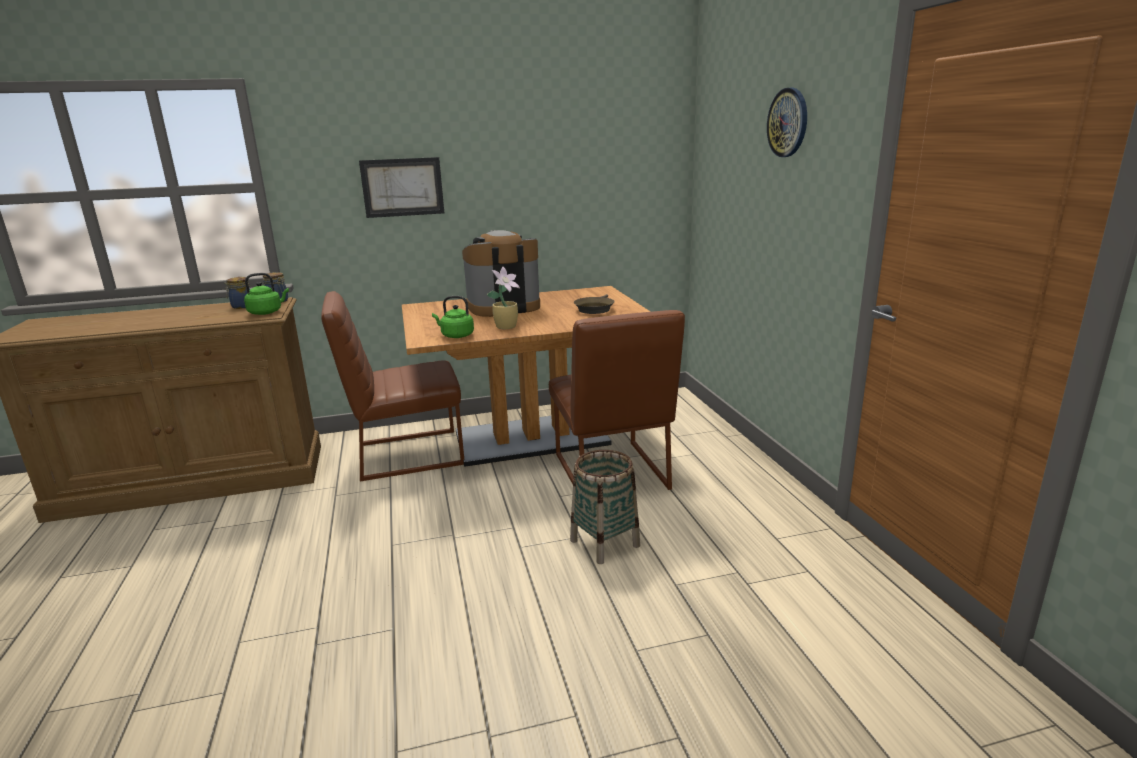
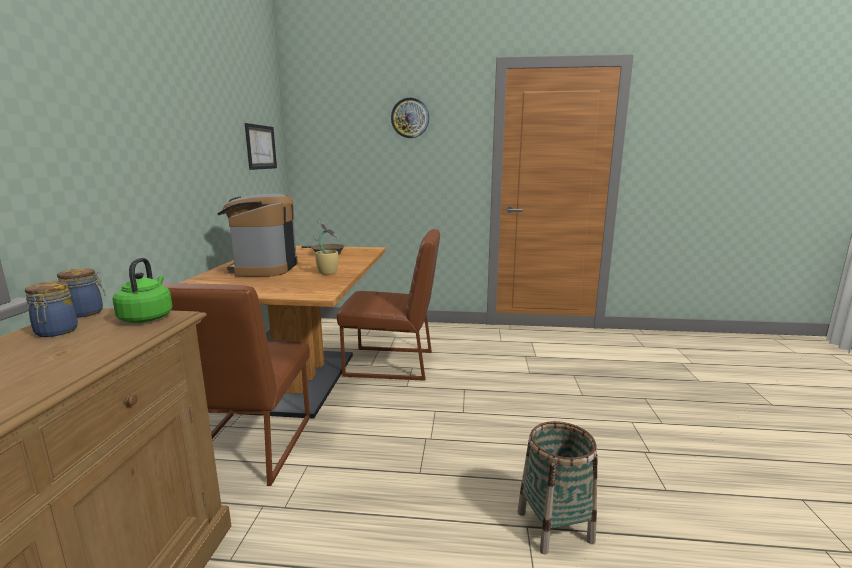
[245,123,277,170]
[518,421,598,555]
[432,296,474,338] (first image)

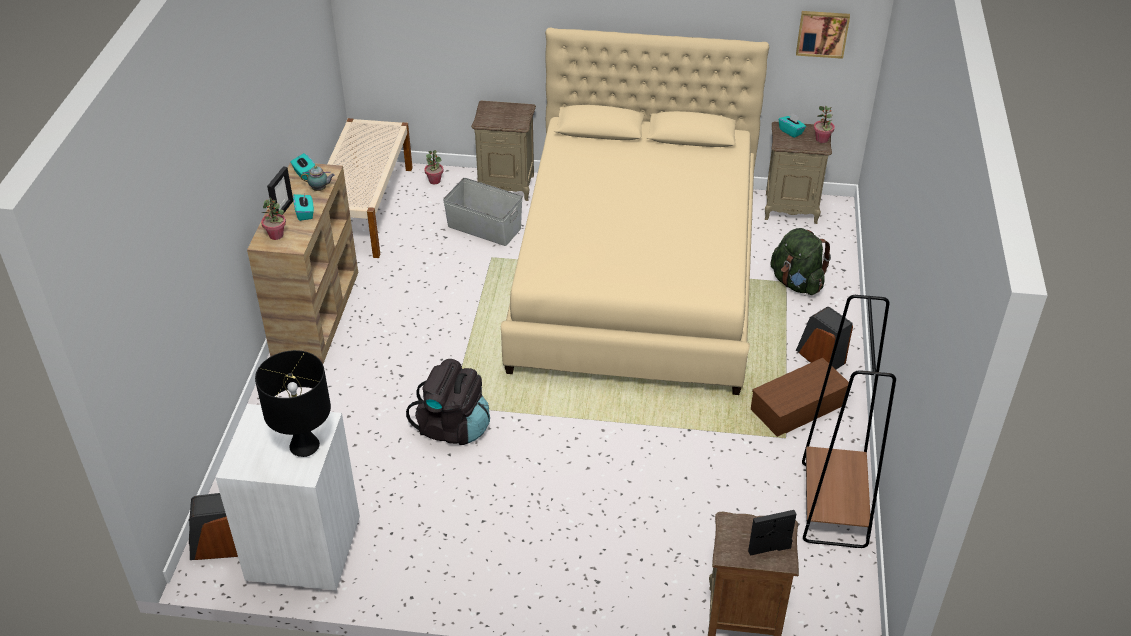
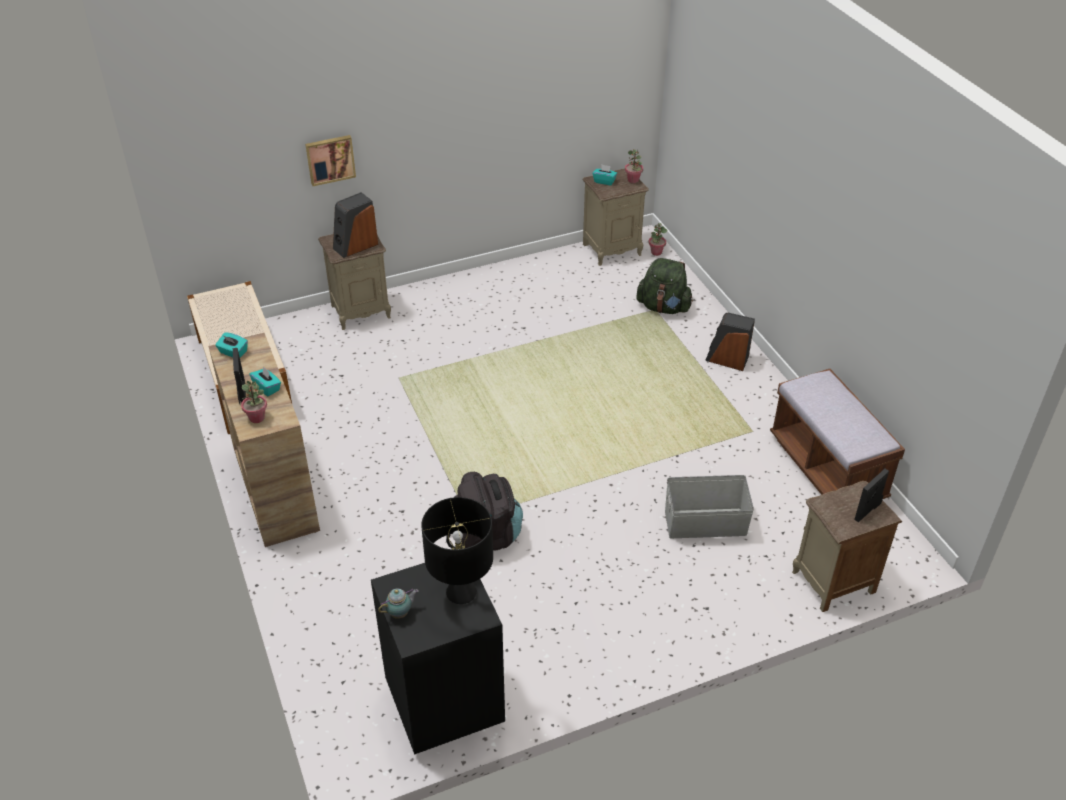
[305,135,356,186]
[333,192,378,258]
[371,563,505,755]
[378,588,418,619]
[648,223,667,256]
[665,475,754,538]
[770,369,905,499]
[501,28,769,395] (first image)
[751,358,849,437] (first image)

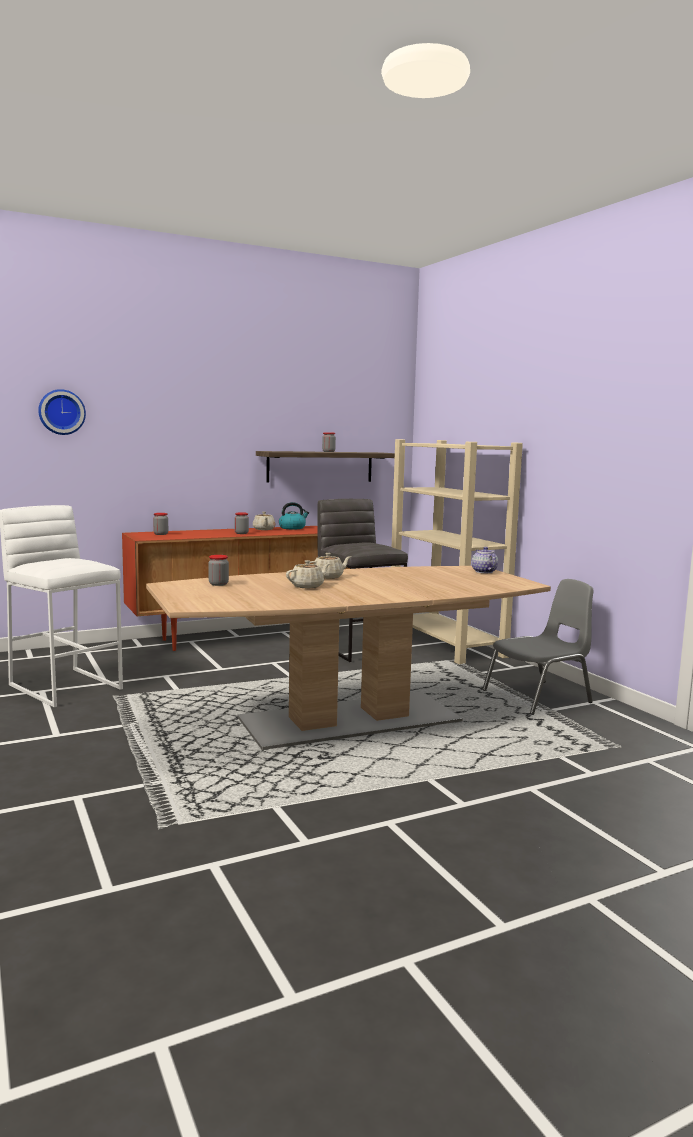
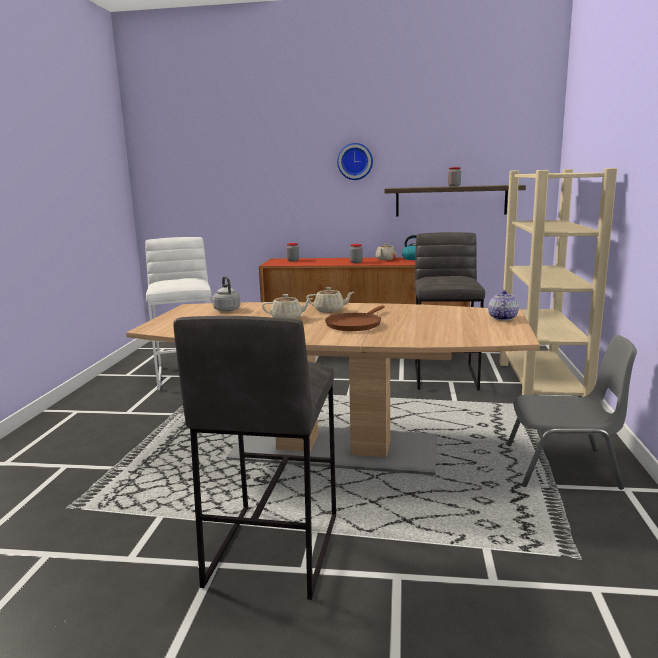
[173,316,336,600]
[212,276,240,312]
[325,305,385,331]
[337,143,373,180]

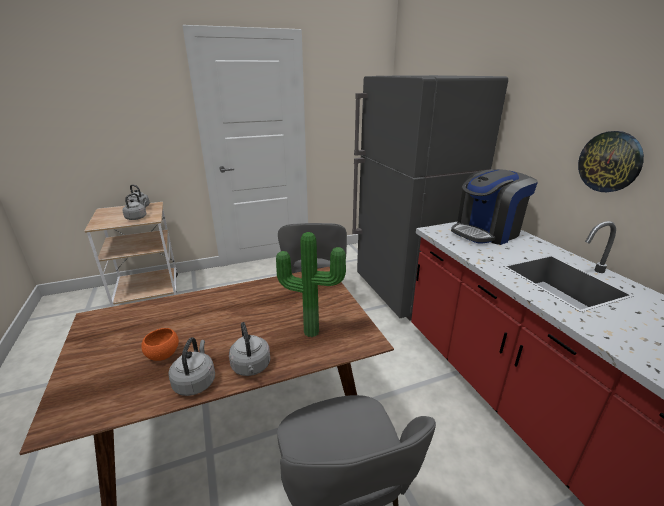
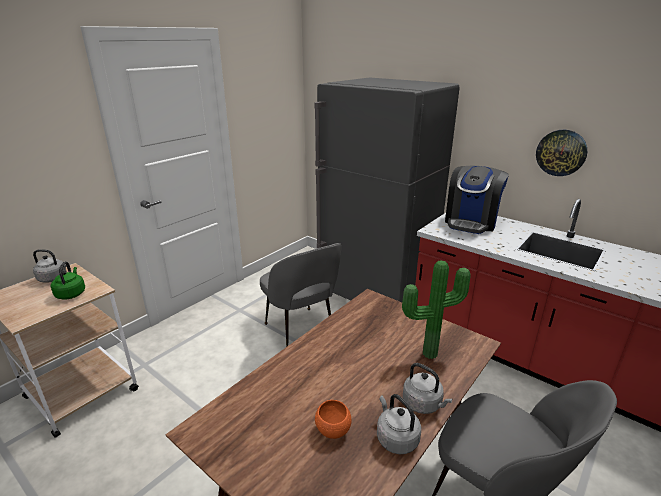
[51,261,85,300]

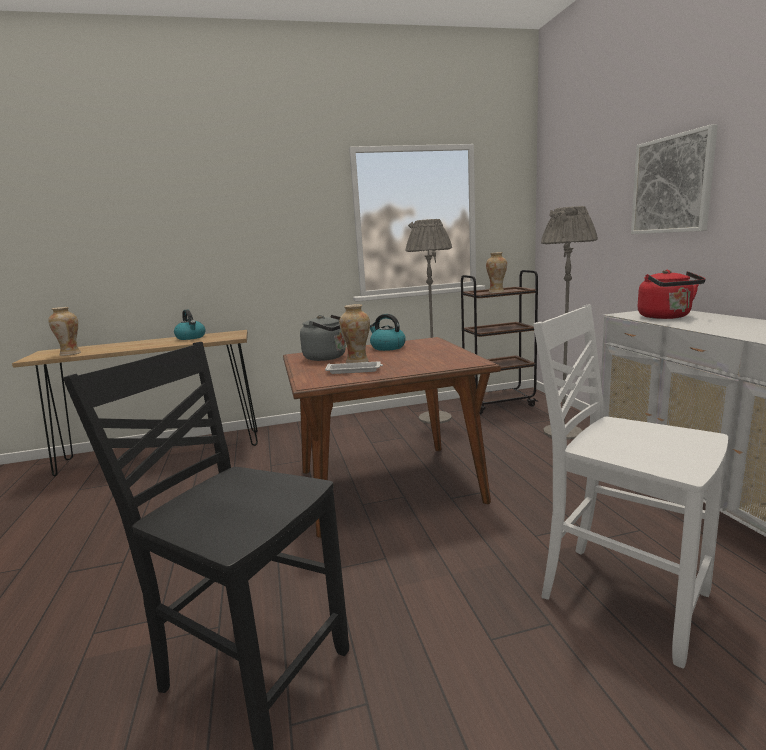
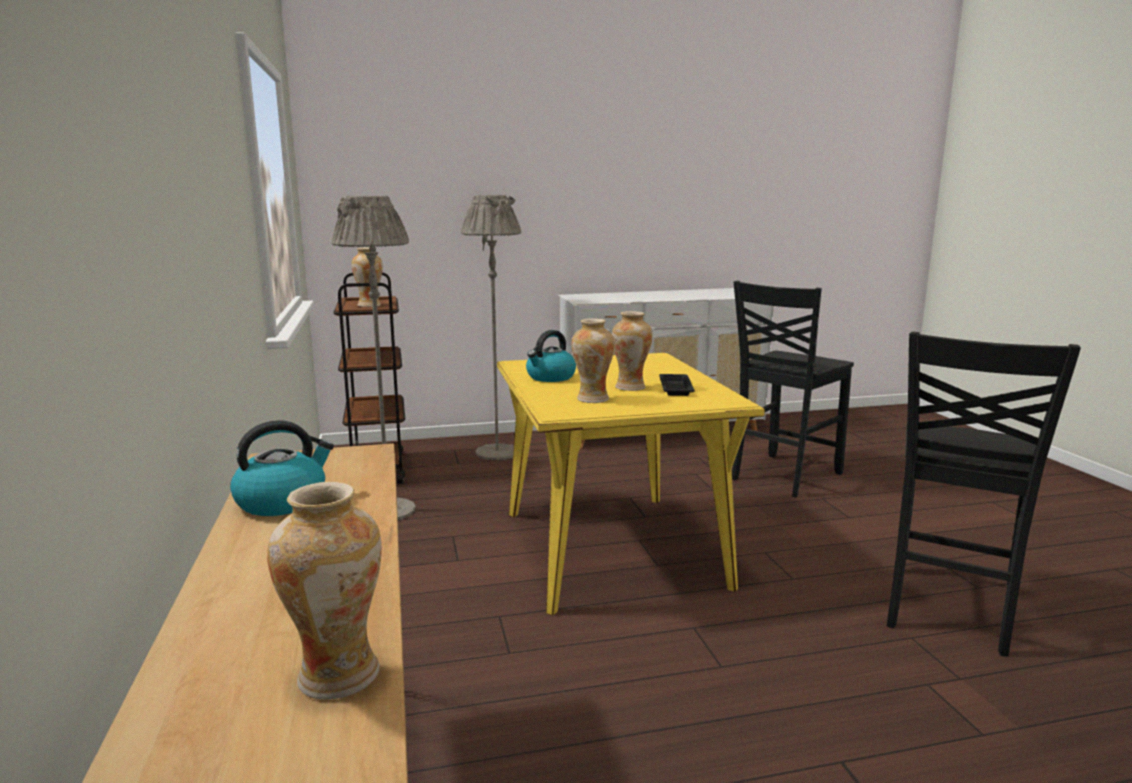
[497,353,765,615]
[572,318,615,403]
[659,374,695,396]
[732,281,854,497]
[631,124,718,234] (first image)
[637,270,706,319] (first image)

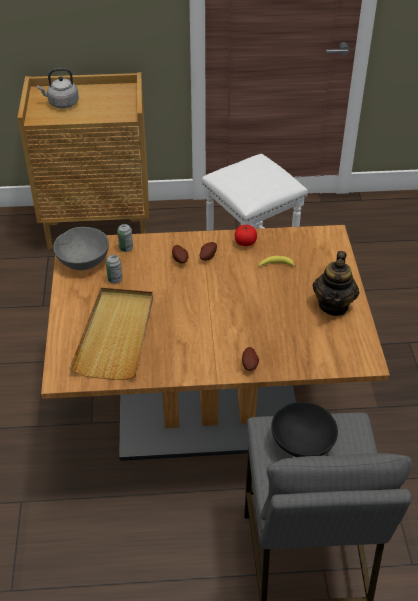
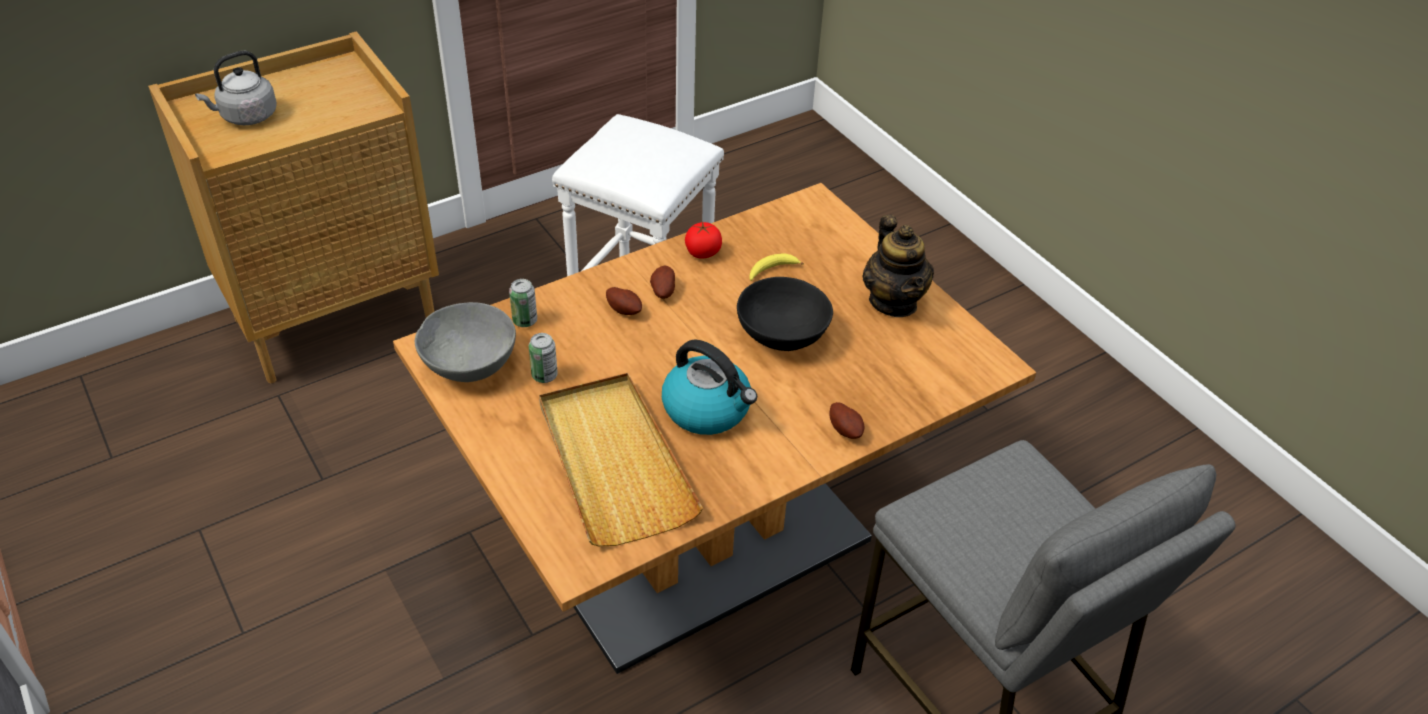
[662,340,757,435]
[737,277,833,351]

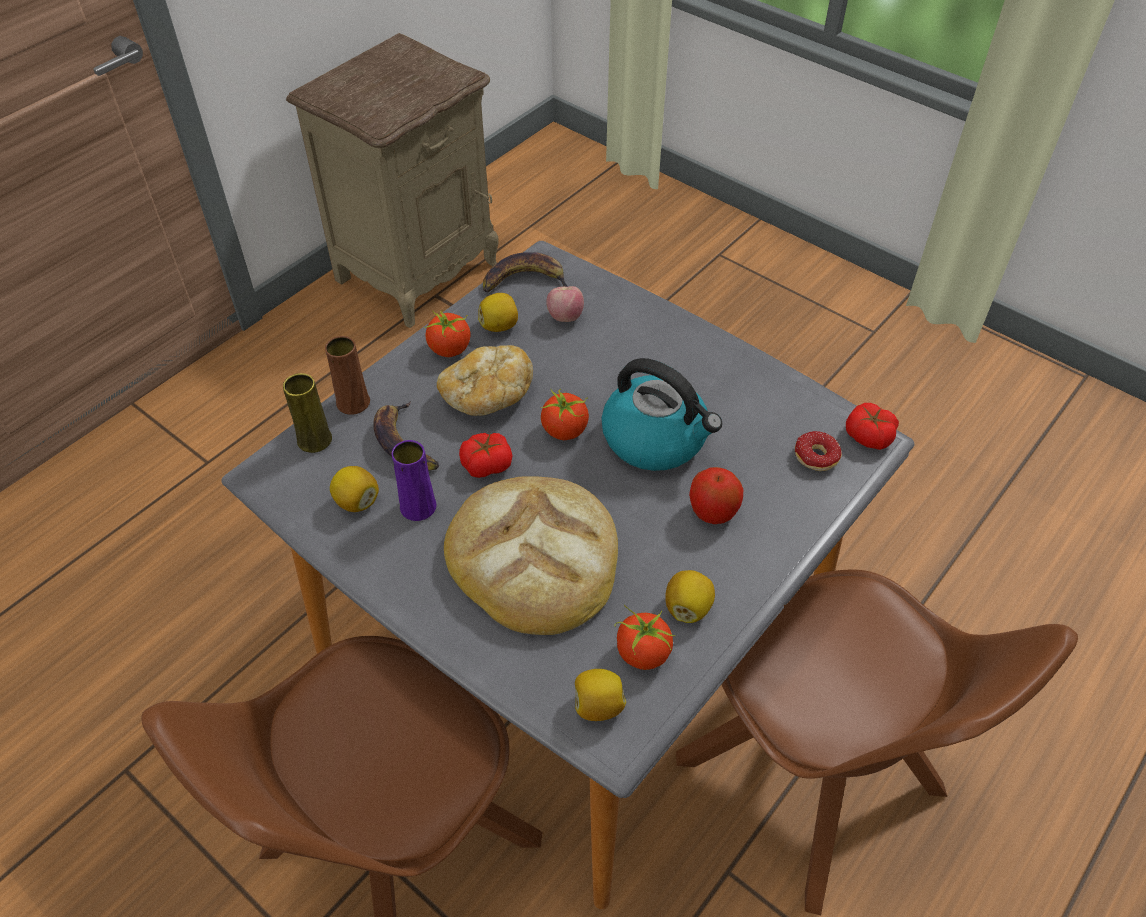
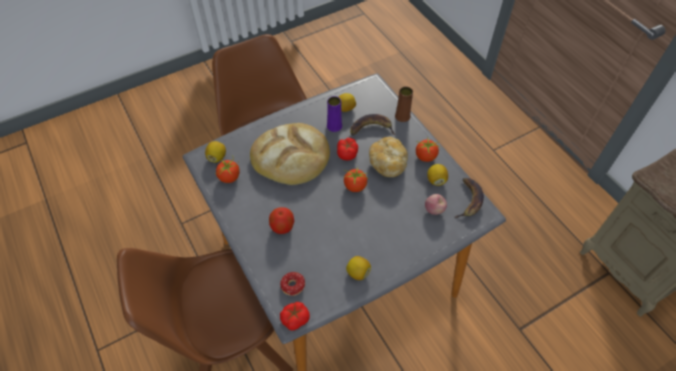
[346,256,371,280]
[283,373,332,453] (first image)
[602,358,722,471] (first image)

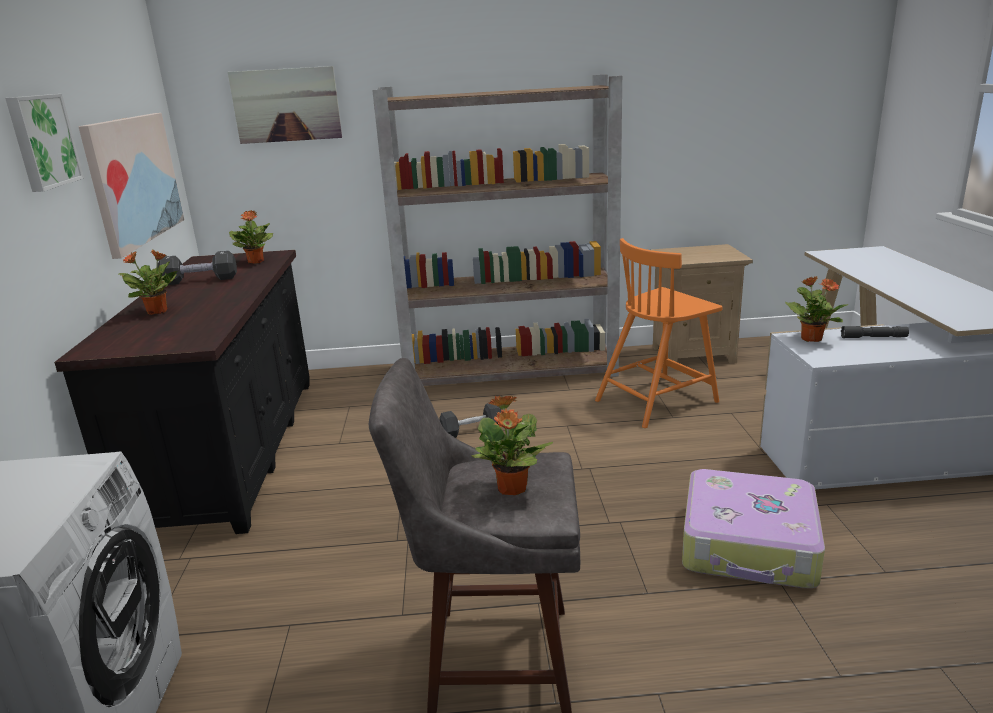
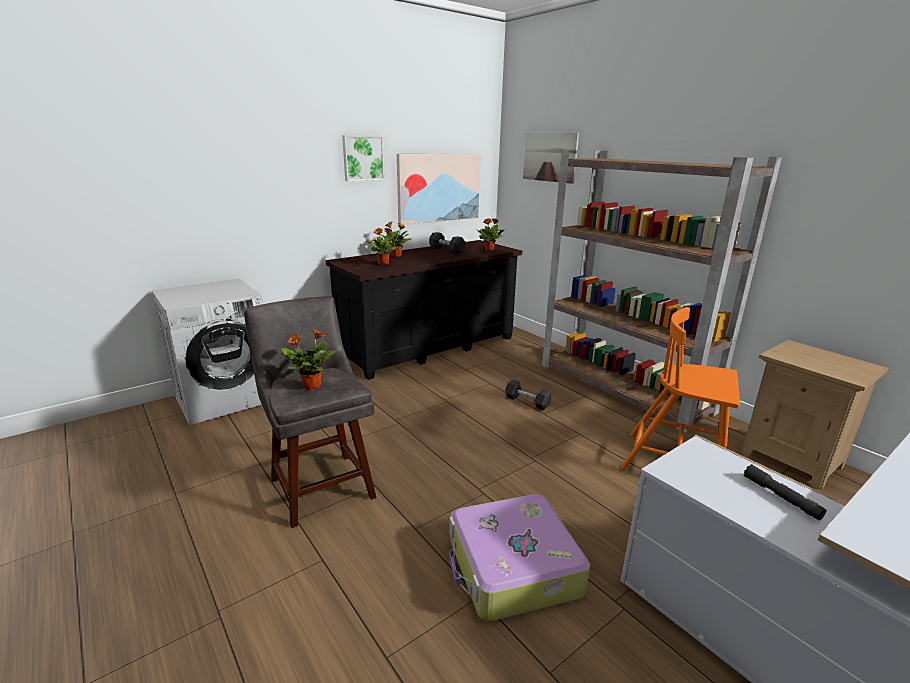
[366,228,400,265]

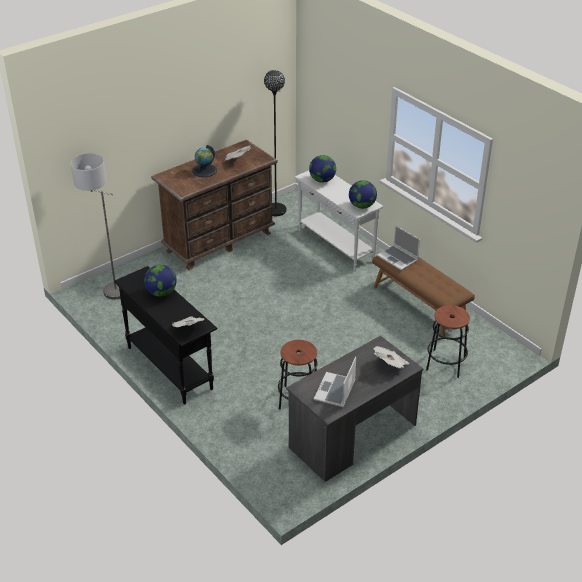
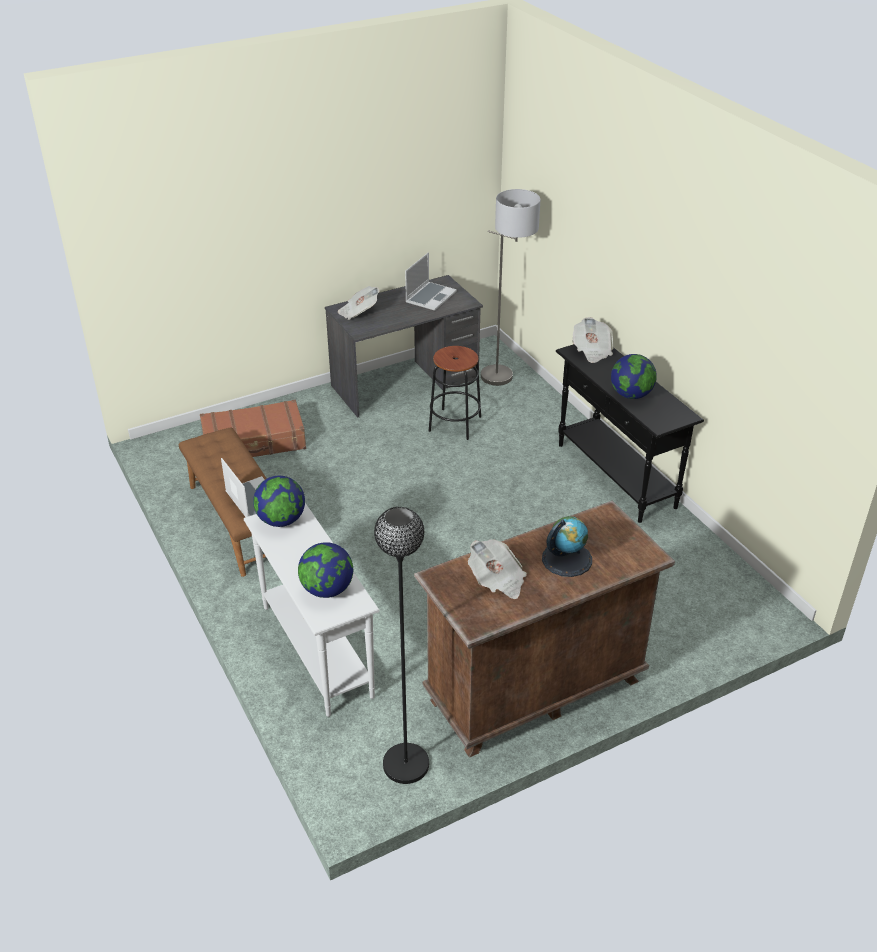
[200,400,306,457]
[481,189,540,386]

